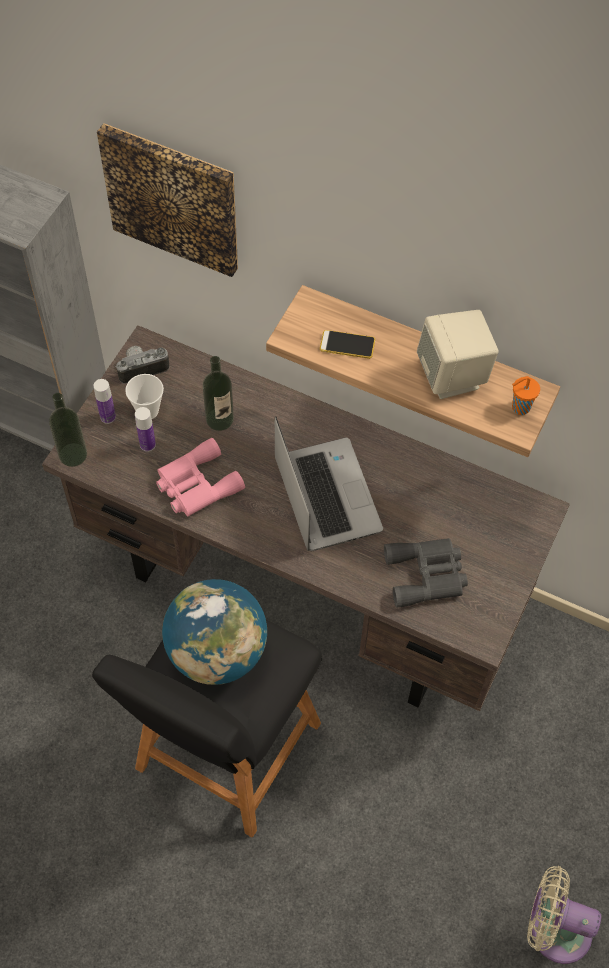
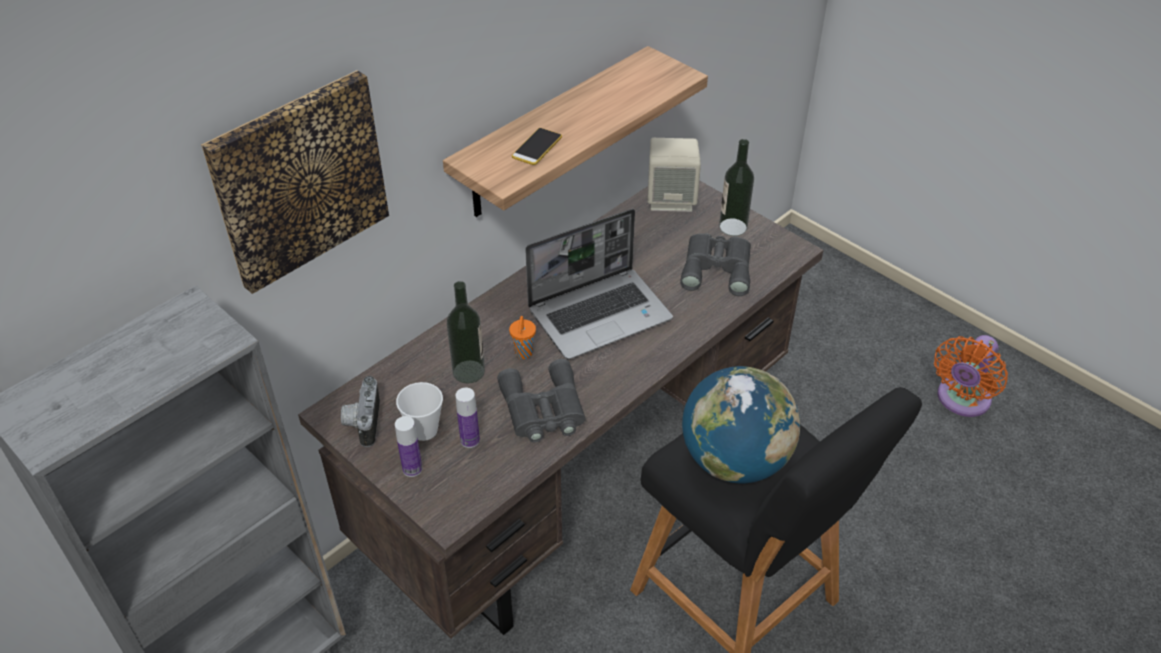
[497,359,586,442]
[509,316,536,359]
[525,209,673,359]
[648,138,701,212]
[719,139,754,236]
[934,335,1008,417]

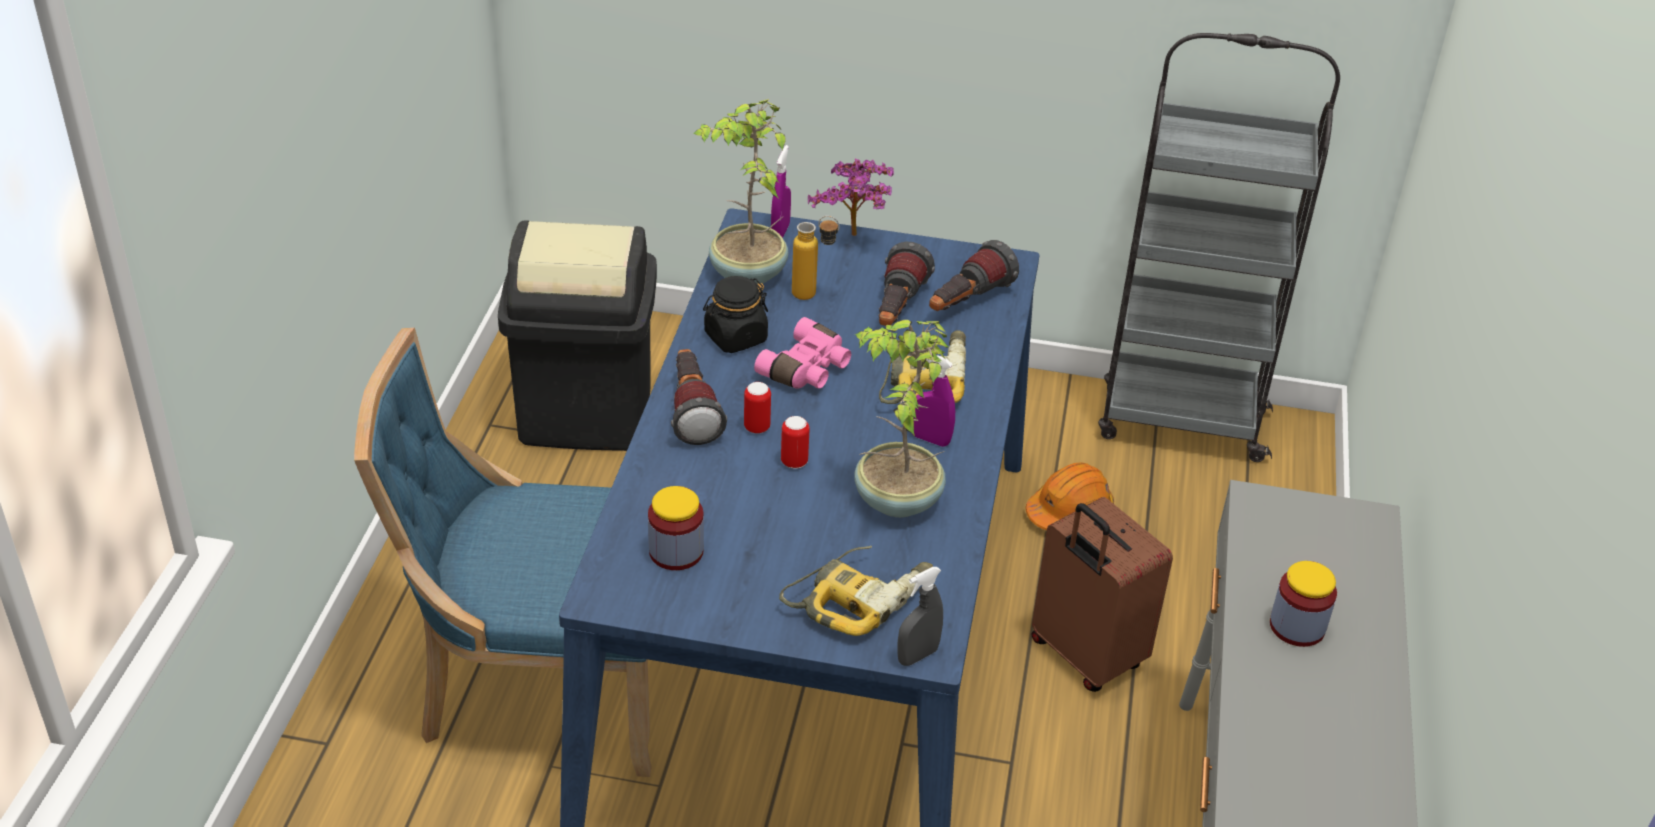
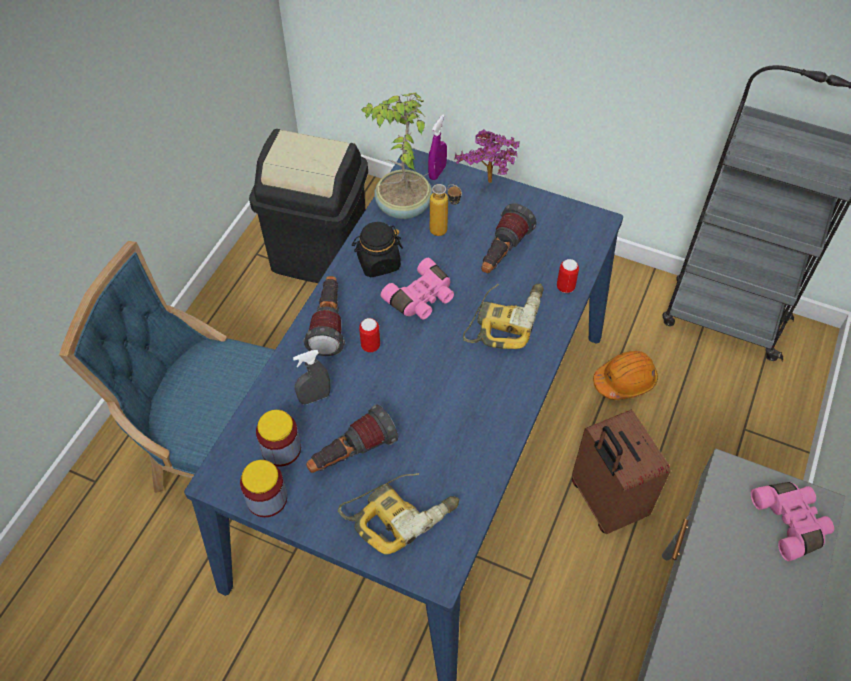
[240,460,287,517]
[293,350,330,405]
[306,405,398,473]
[557,259,579,293]
[751,482,834,561]
[854,320,950,517] (first image)
[914,355,955,447] (first image)

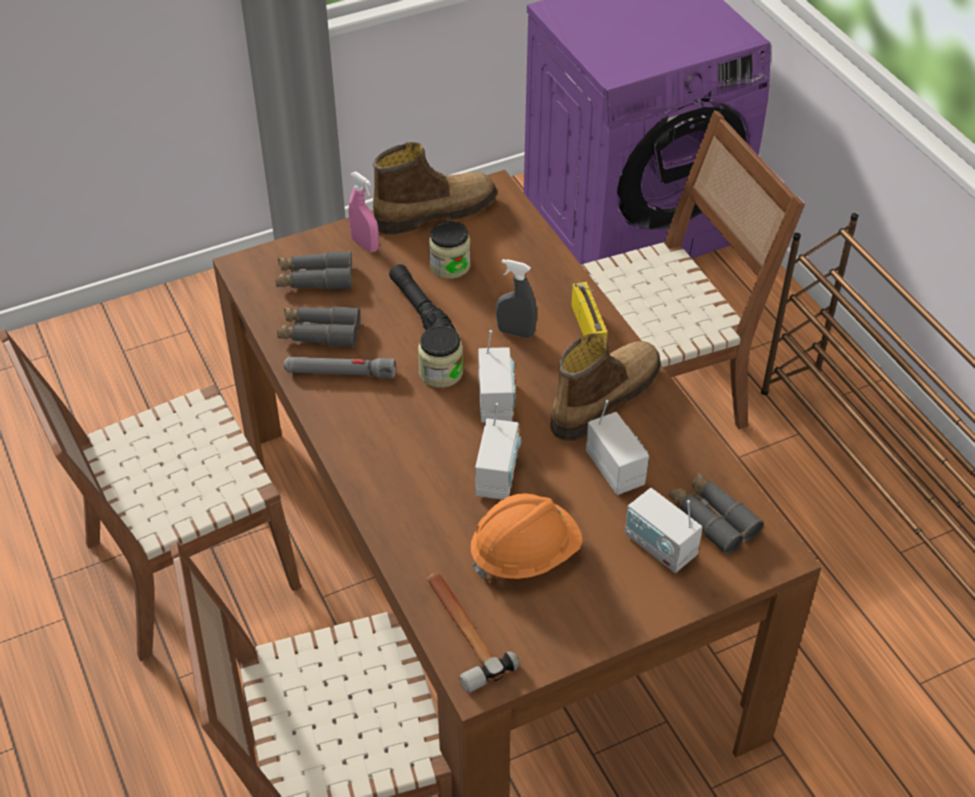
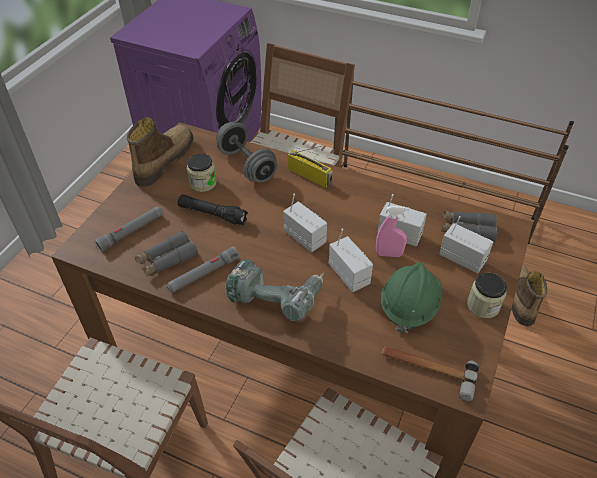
[95,206,163,251]
[216,122,277,183]
[226,259,324,321]
[376,206,409,257]
[381,262,442,334]
[439,216,493,274]
[467,273,507,318]
[511,264,547,326]
[496,259,537,338] (first image)

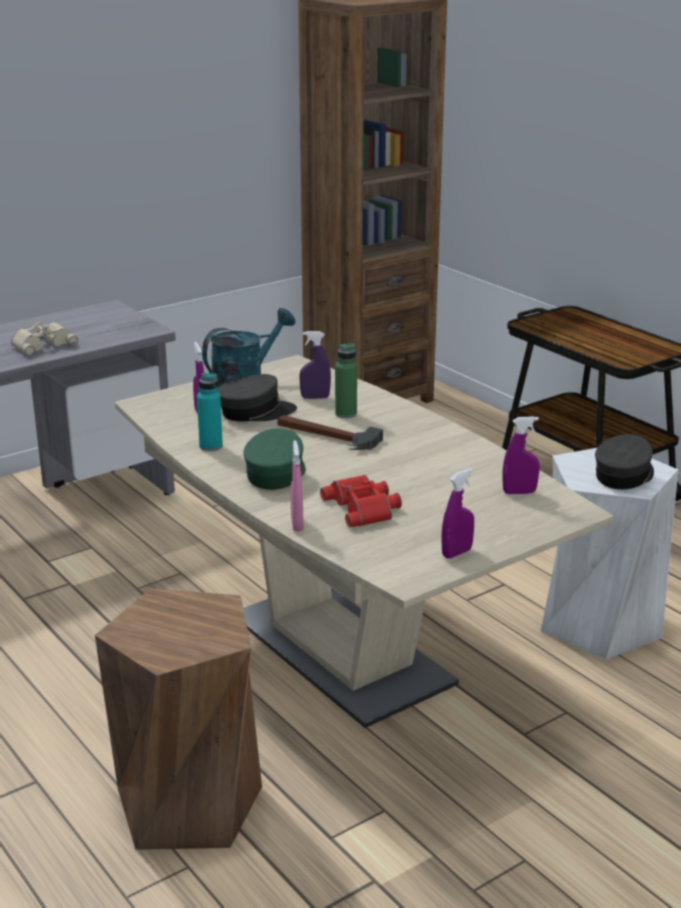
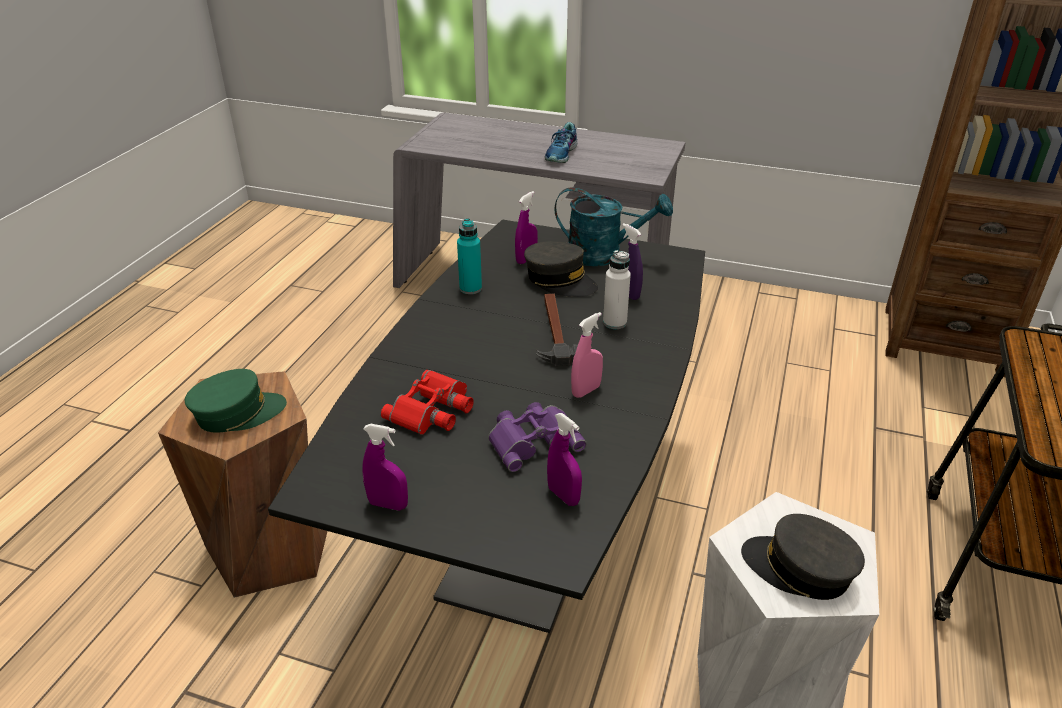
[185,369,287,433]
[268,219,705,633]
[488,402,587,472]
[545,122,577,163]
[571,312,603,398]
[603,250,631,329]
[741,514,865,600]

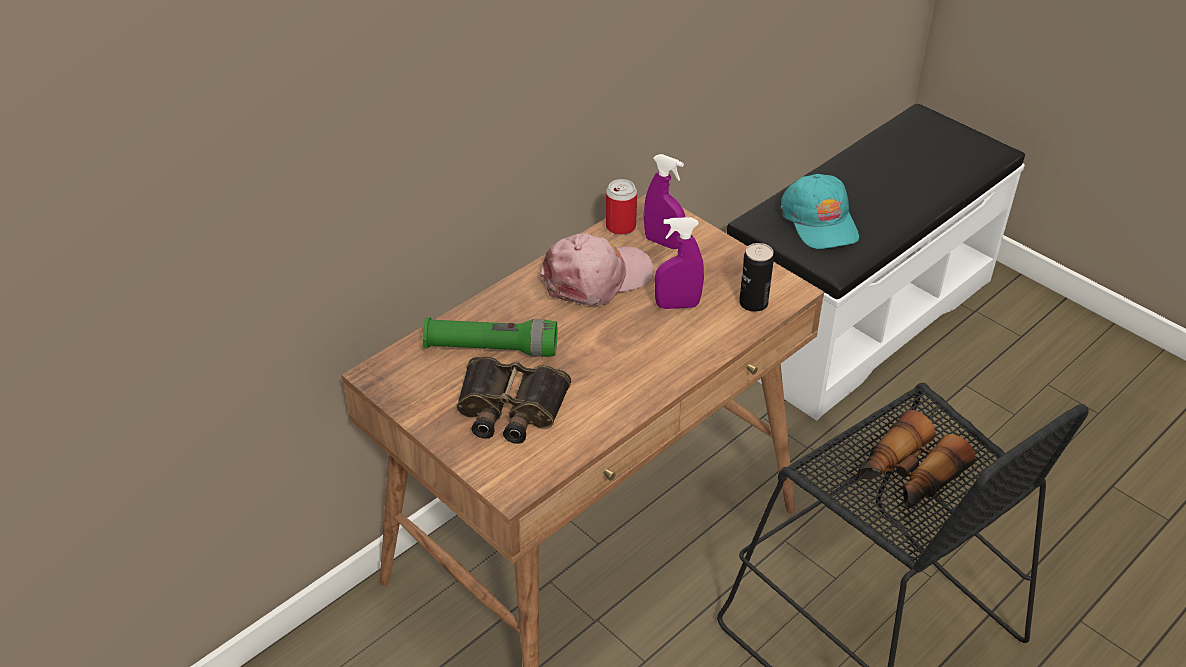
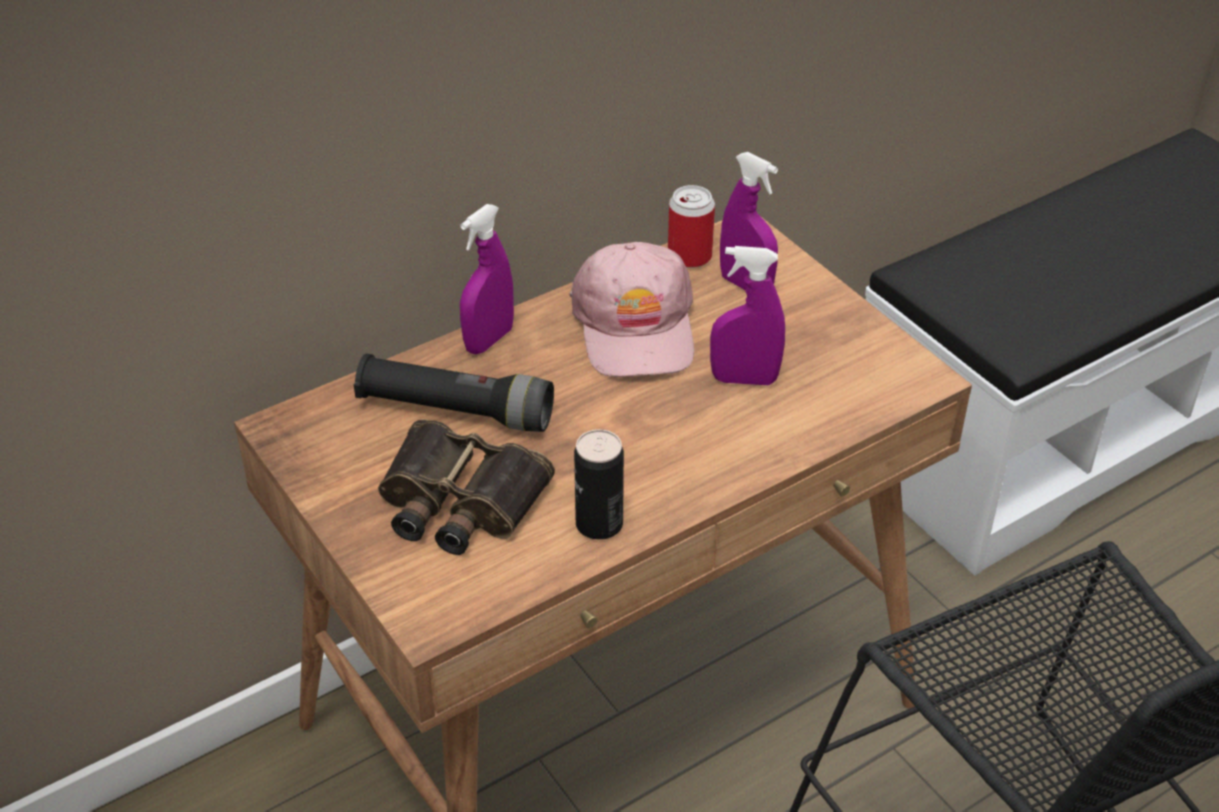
[354,354,554,432]
[460,204,514,354]
[570,242,694,377]
[574,429,624,540]
[781,174,859,249] (first image)
[857,410,976,510] (first image)

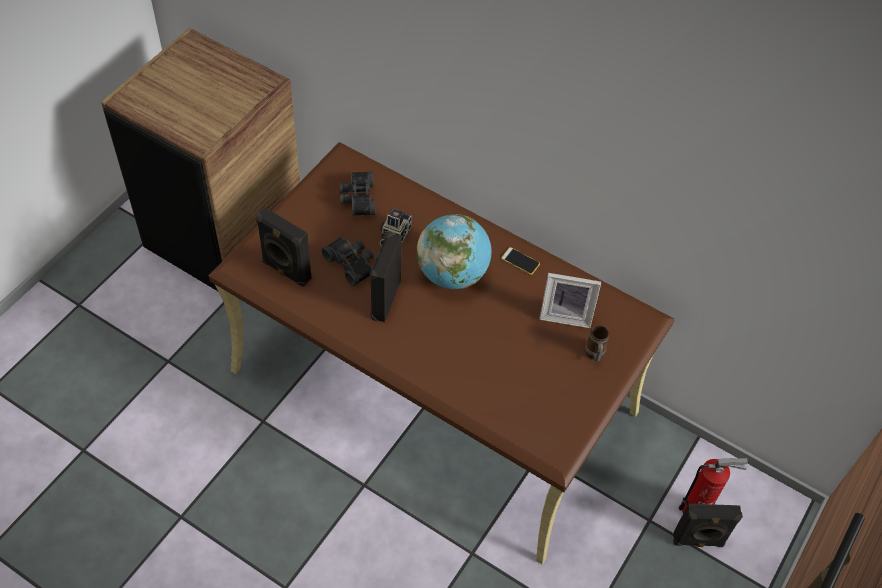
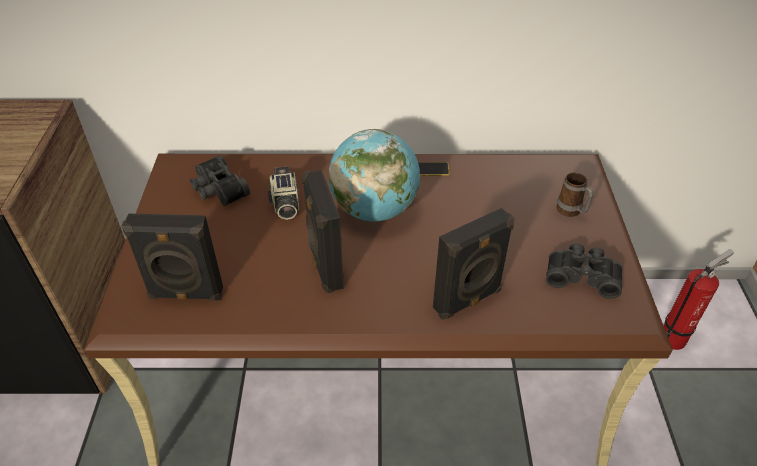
[433,208,515,320]
[546,244,623,299]
[539,273,601,328] (first image)

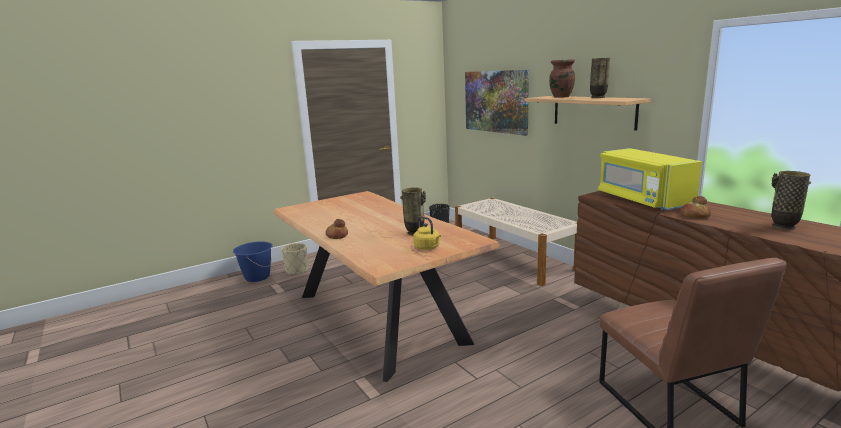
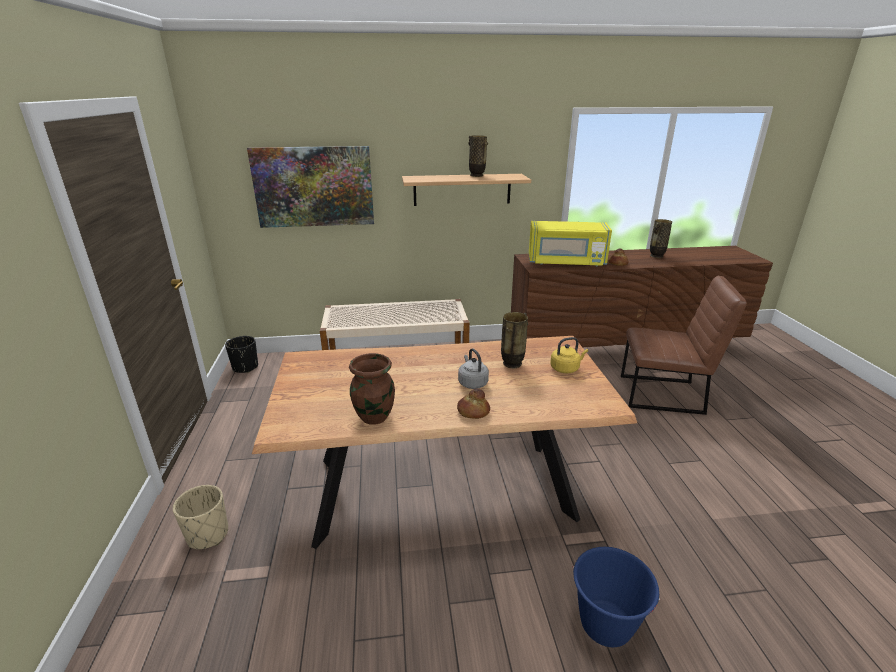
[349,353,395,425]
[458,348,489,389]
[573,547,661,647]

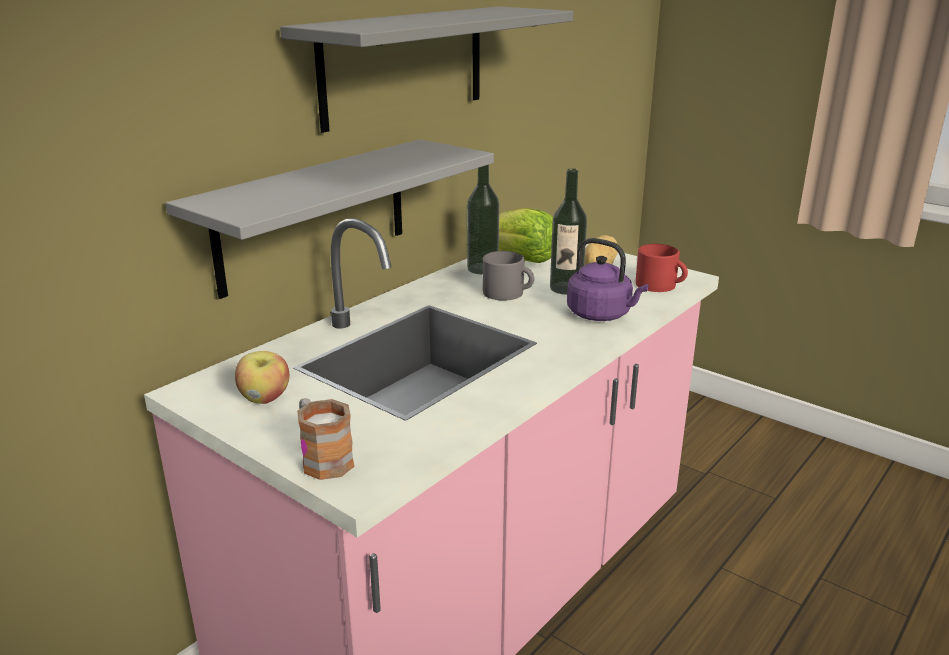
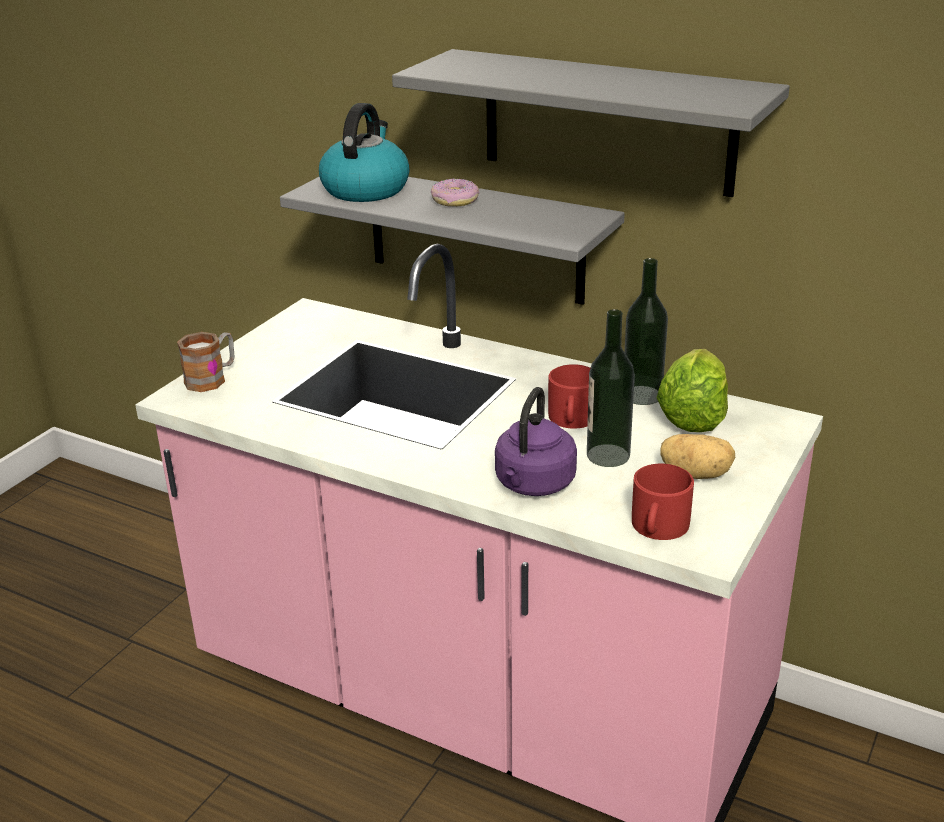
[319,103,410,202]
[431,179,480,207]
[548,364,590,429]
[235,351,289,404] (first image)

